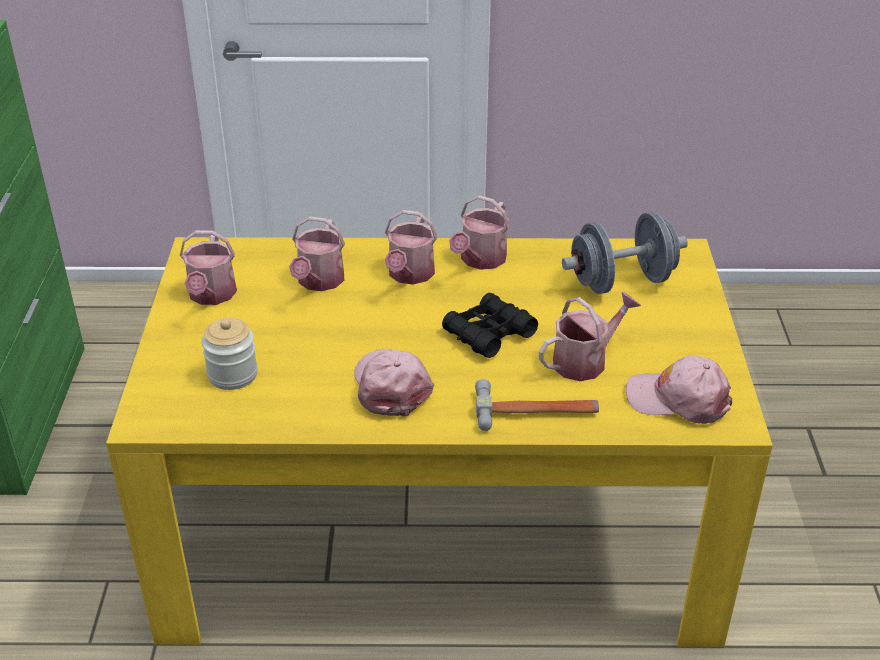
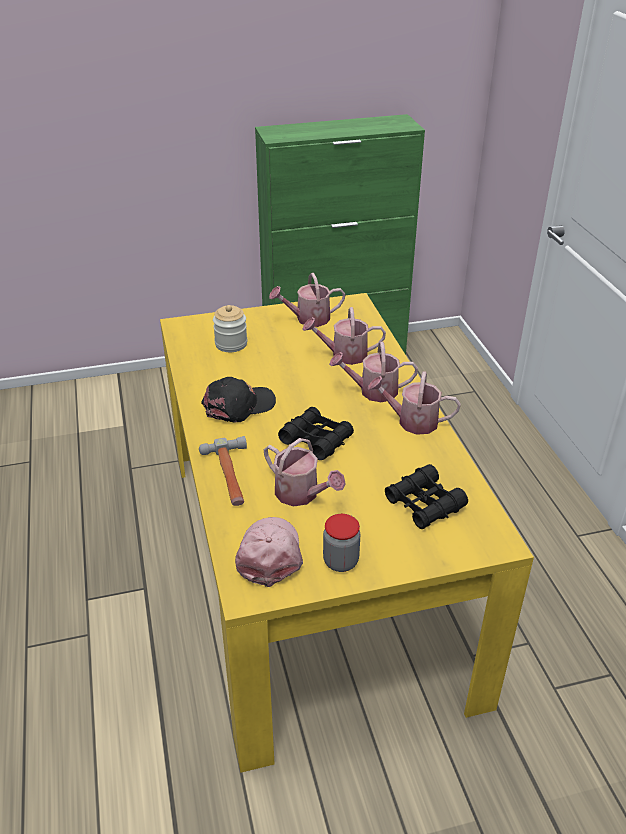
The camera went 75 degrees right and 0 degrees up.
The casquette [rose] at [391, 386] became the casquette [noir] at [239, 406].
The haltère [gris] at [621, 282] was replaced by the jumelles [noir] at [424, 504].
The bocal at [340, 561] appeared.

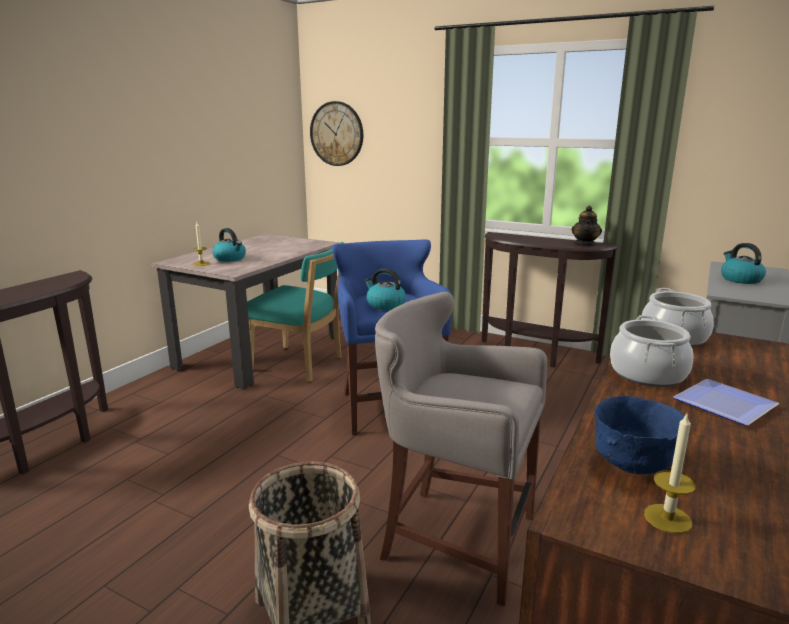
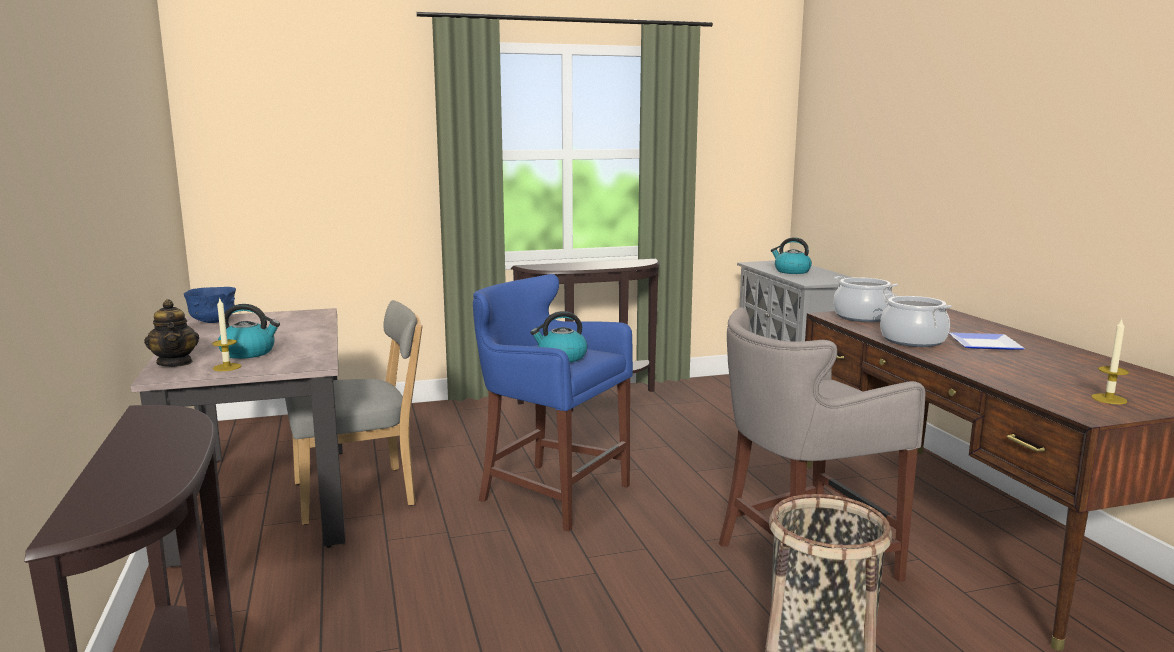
The camera went 45 degrees left and 5 degrees down.
The chaise [turquoise] at [300, 365] became the chaise [gris] at [361, 493].
The horloge murale at [337, 134] disappeared.
The théière moved from [585, 244] to [175, 363].
The bol [bleu] moved from [632, 466] to [213, 322].

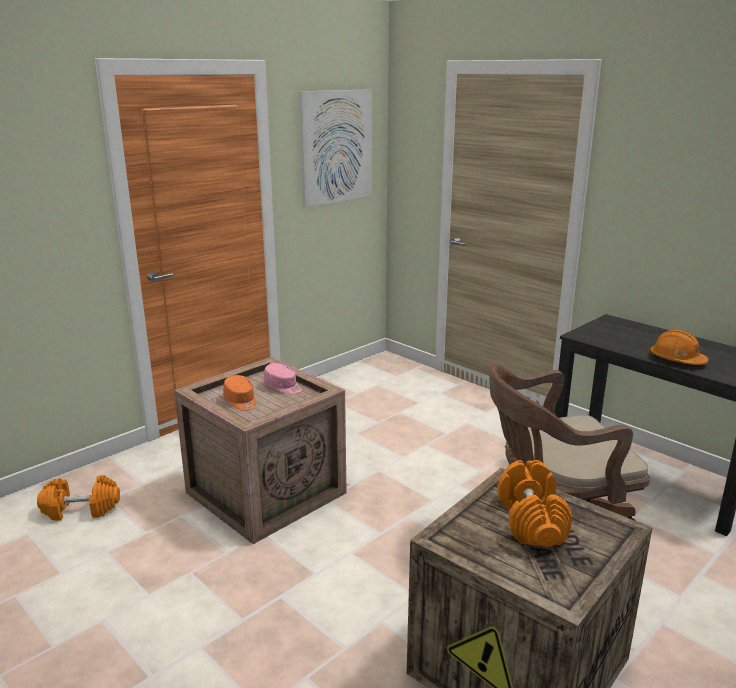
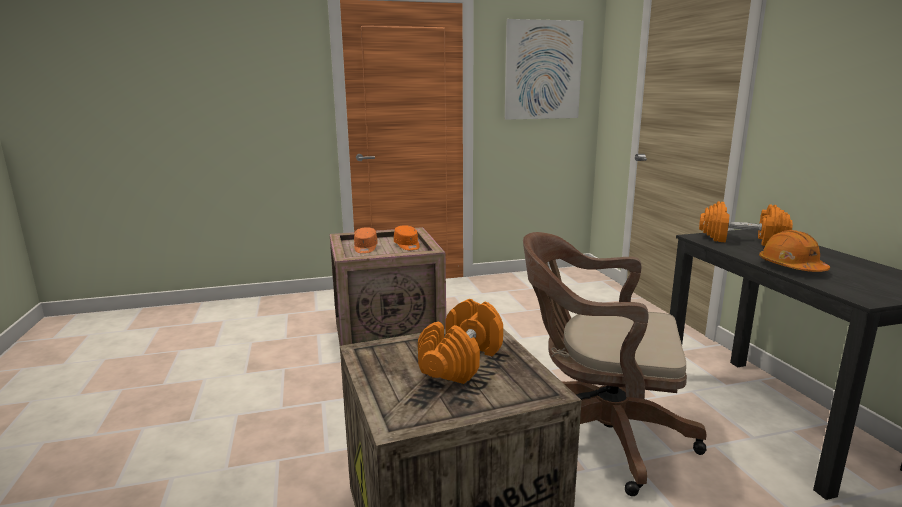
The camera went 30 degrees right and 5 degrees down.
The haltère [orange] moved from [81, 510] to [741, 240].
The casquette [rose] at [283, 387] became the casquette [orange] at [407, 245].

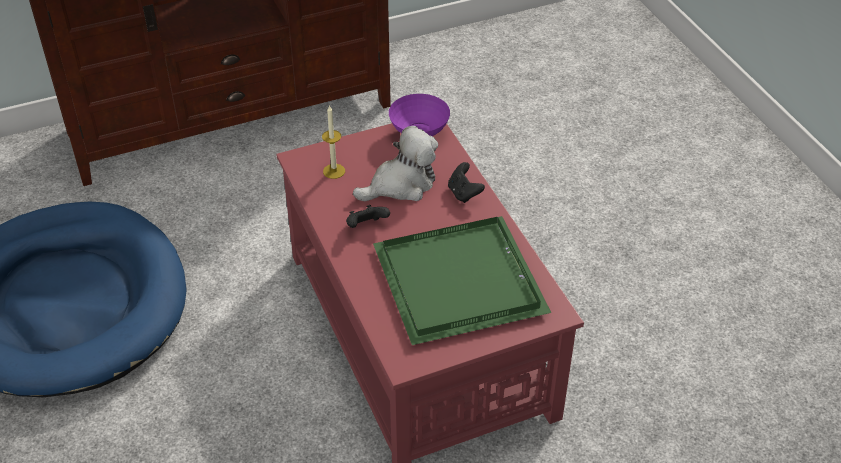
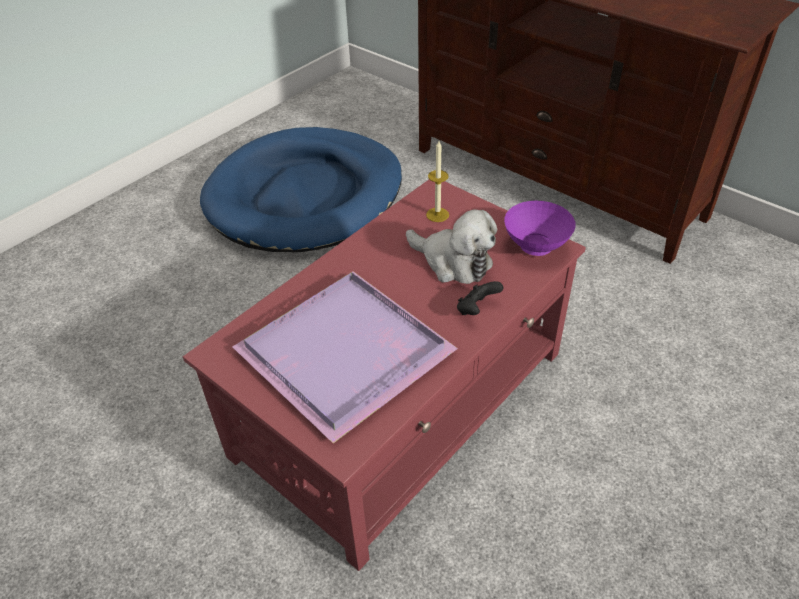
The camera went 65 degrees right and 0 degrees up.
The manette [noir] at [366, 226] disappeared.
The plateau [vert] at [462, 283] became the plateau [violet] at [344, 356].

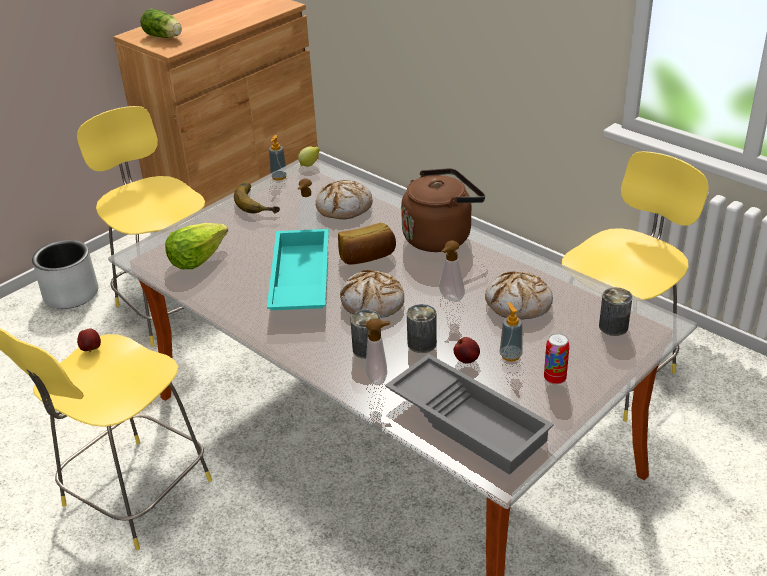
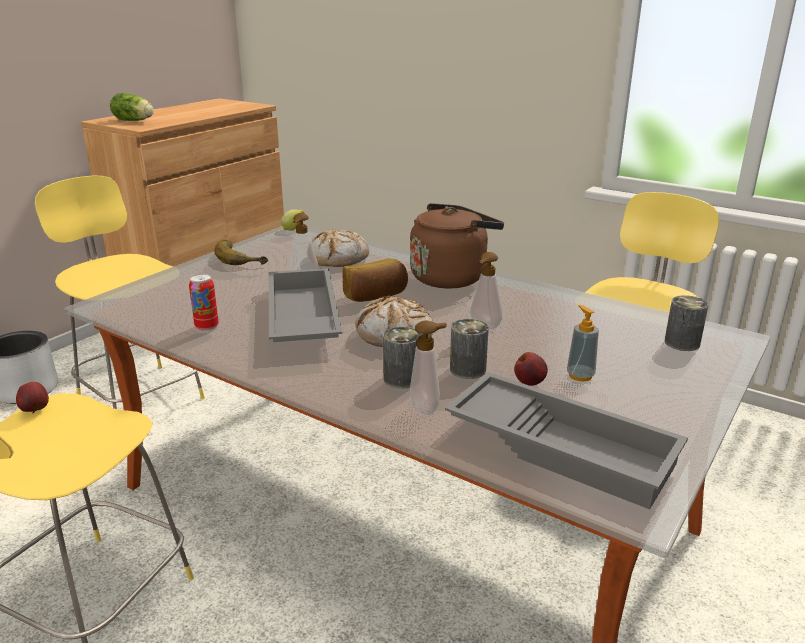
The camera went 10 degrees left and 10 degrees down.
The laitue at [197, 258] disappeared.
The plateau [turquoise] at [298, 280] became the plateau [gris] at [300, 318].
The distributeur de savon at [279, 177] disappeared.
The pain at [519, 304] disappeared.
The boîte métallique moved from [554, 379] to [207, 327].

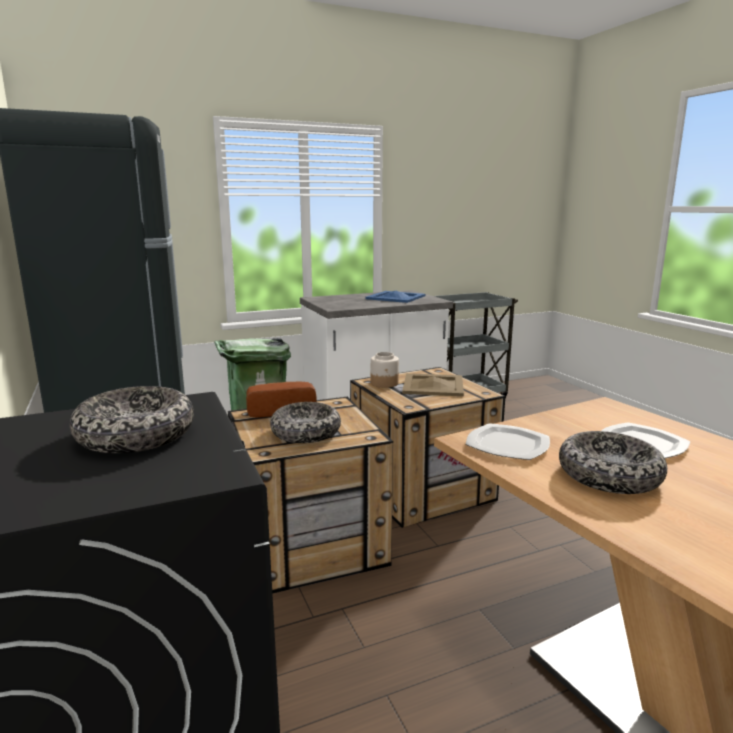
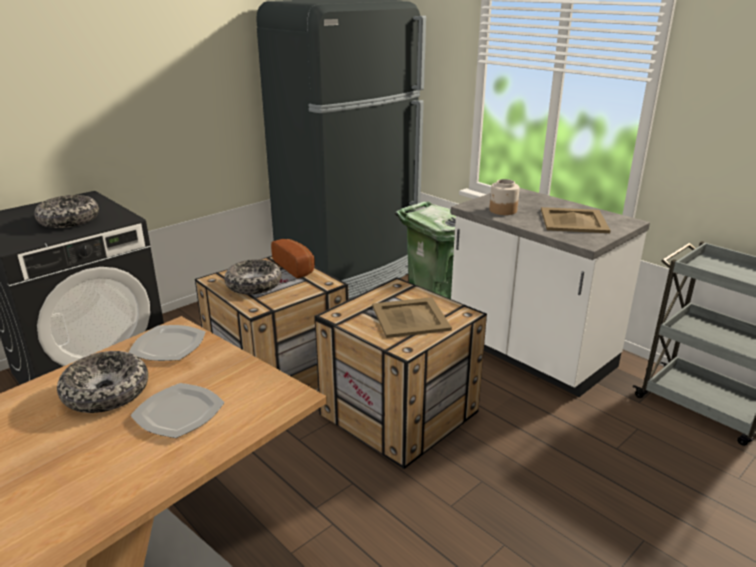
The camera went 70 degrees right and 10 degrees up.
The plateau [bleu] at [395, 297] became the plateau [beige] at [574, 221].
The bocal moved from [384, 383] to [503, 210].

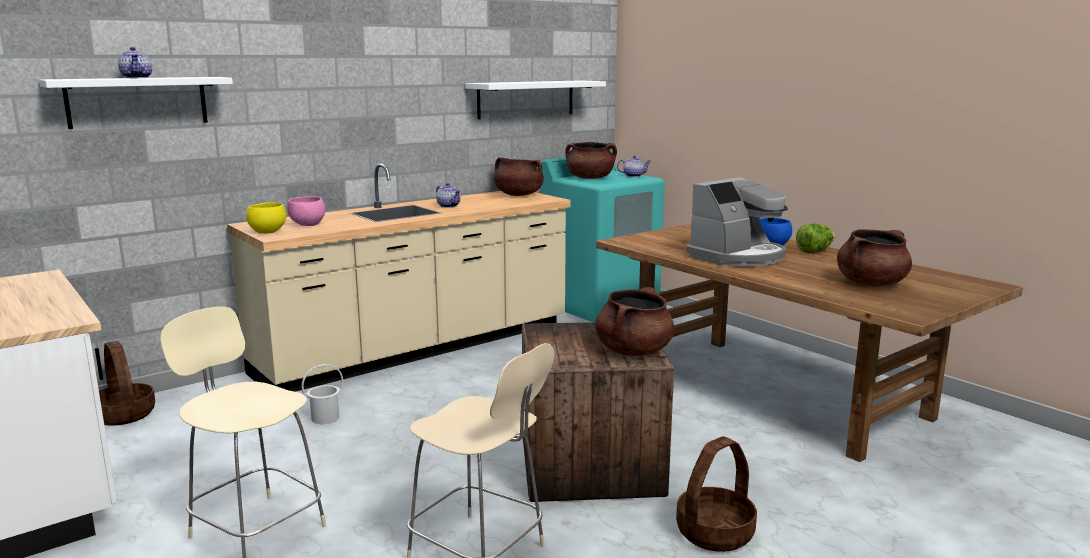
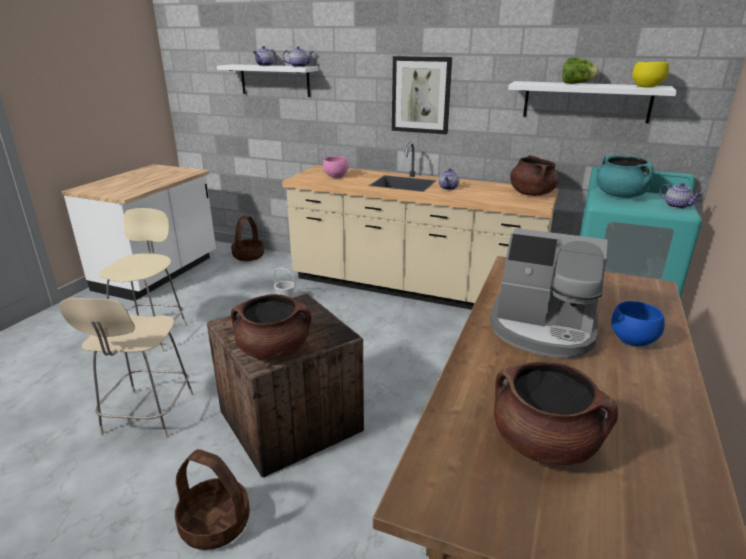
The camera went 60 degrees right and 10 degrees up.
The bol [jaune] moved from [266, 232] to [646, 87].
The marmite [marron] at [590, 178] became the marmite [turquoise] at [620, 196].
The laitue moved from [815, 251] to [577, 83].
The théière at [299, 66] appeared.
The tableau at [421, 95] appeared.

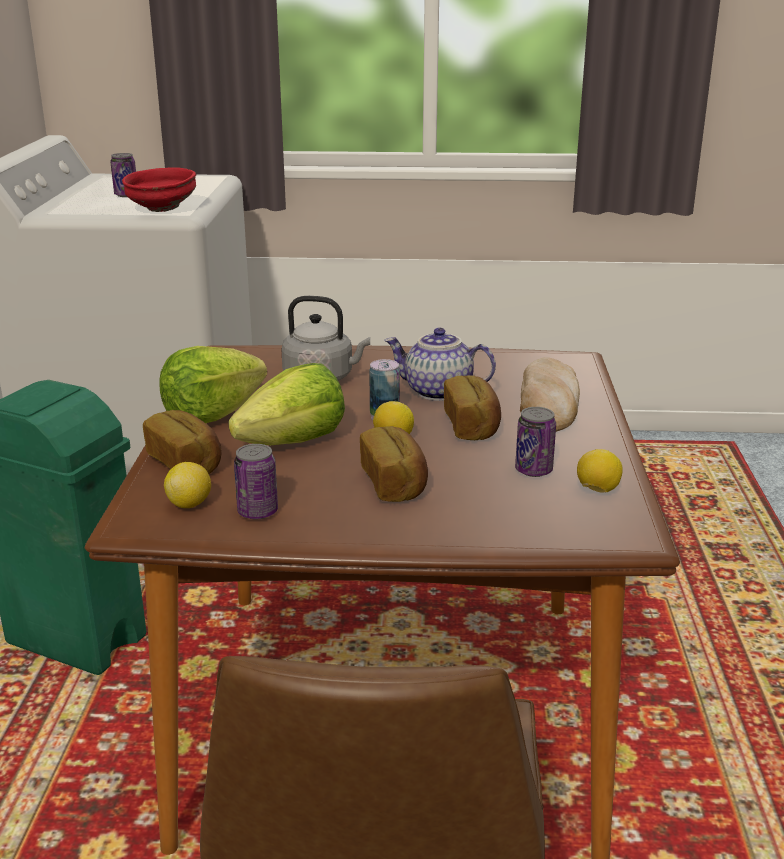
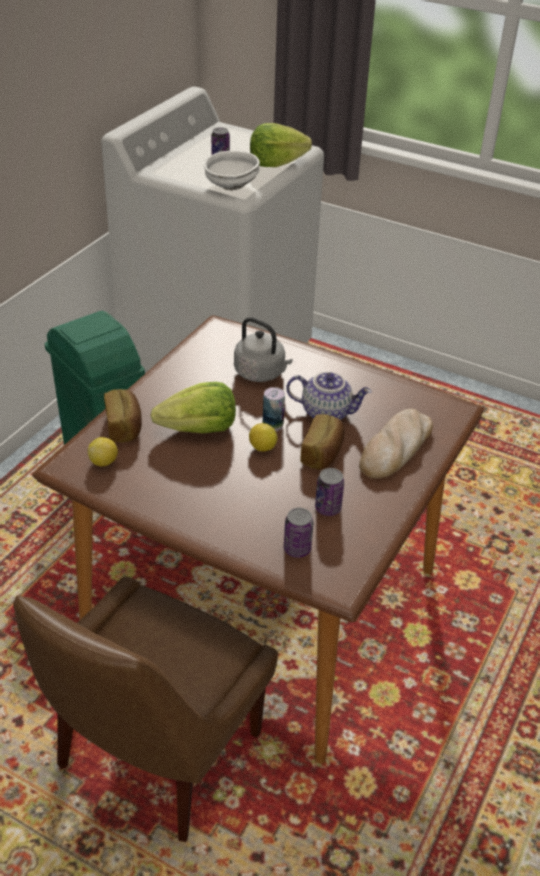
The camera went 25 degrees right and 15 degrees up.
The bol [rouge] at [161, 209] became the bol [blanc] at [230, 186].
The laitue moved from [212, 415] to [276, 163].
The boîte métallique moved from [257, 512] to [297, 549].
The pain at [395, 483] disappeared.
The théière at [437, 392] turned 150 degrees clockwise.
The citron at [597, 490] disappeared.

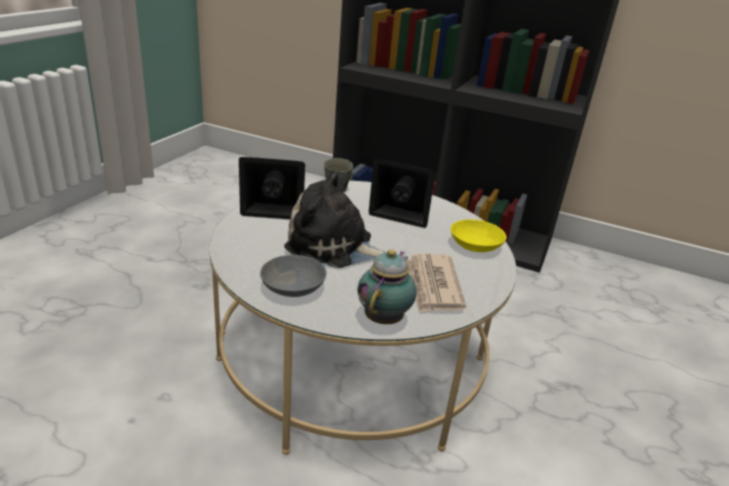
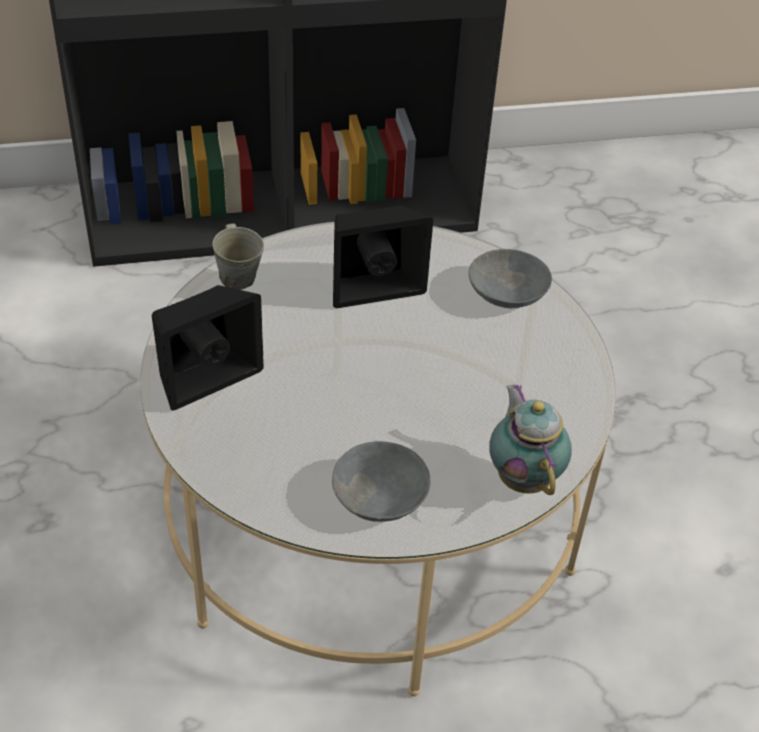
The camera went 35 degrees left and 15 degrees up.
The peluche at [334, 246] disappeared.
The journal at [432, 286] disappeared.
The bol [jaune] at [476, 245] became the bol [gris] at [508, 291].

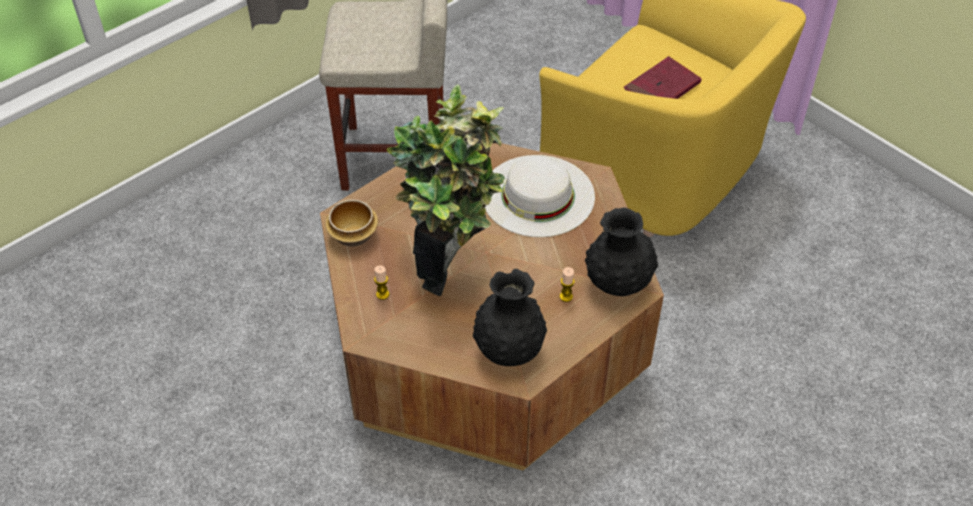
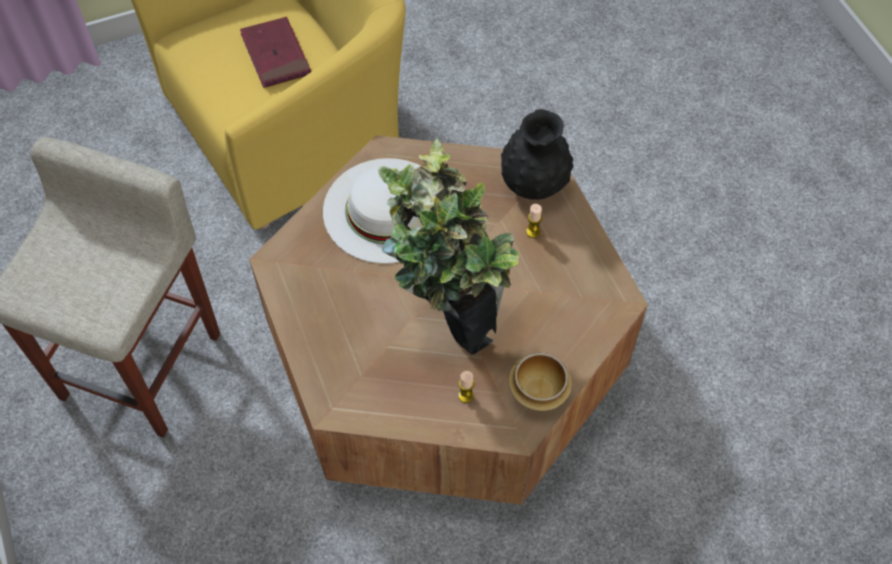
The camera went 70 degrees left and 10 degrees up.
The bol moved from [354, 235] to [537, 390].
The vase [noir] at [509, 350] disappeared.

